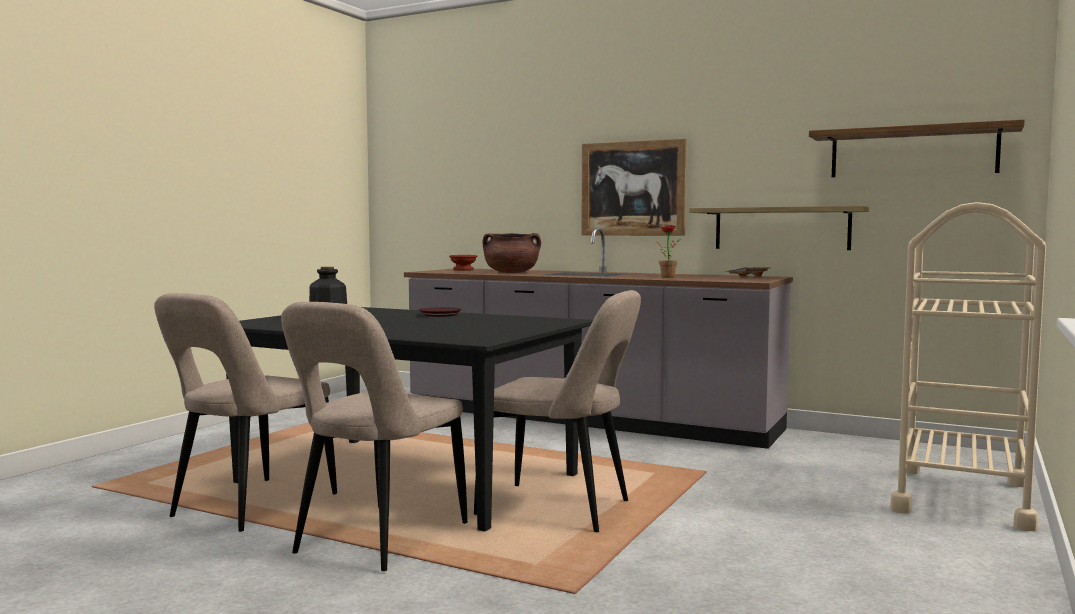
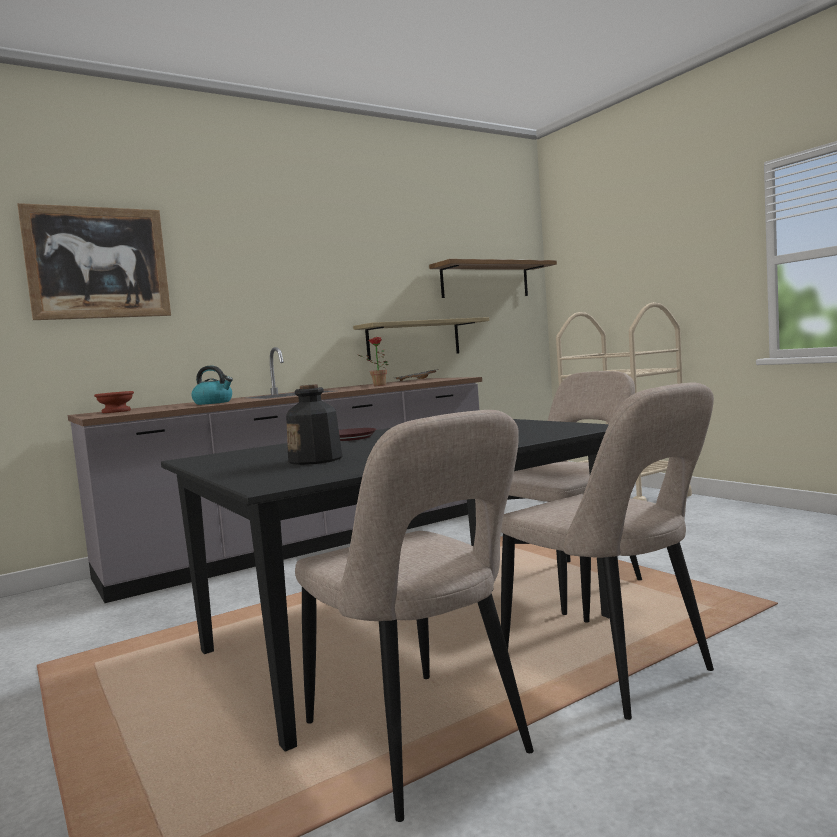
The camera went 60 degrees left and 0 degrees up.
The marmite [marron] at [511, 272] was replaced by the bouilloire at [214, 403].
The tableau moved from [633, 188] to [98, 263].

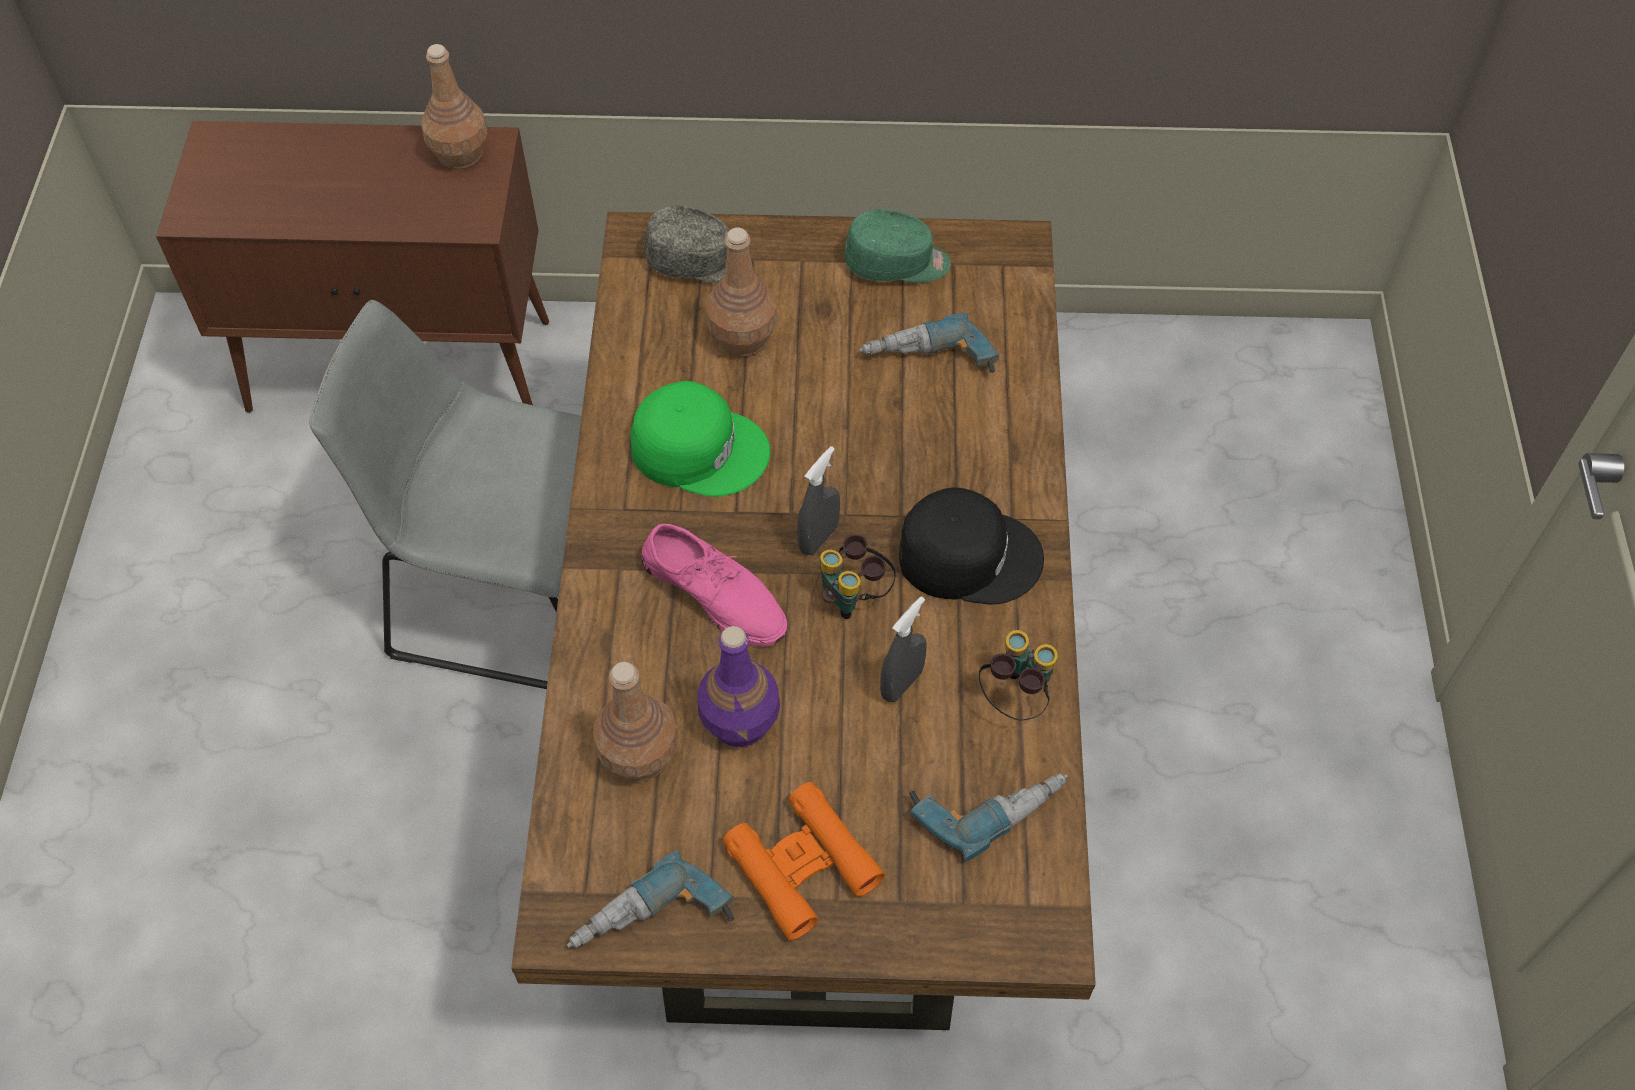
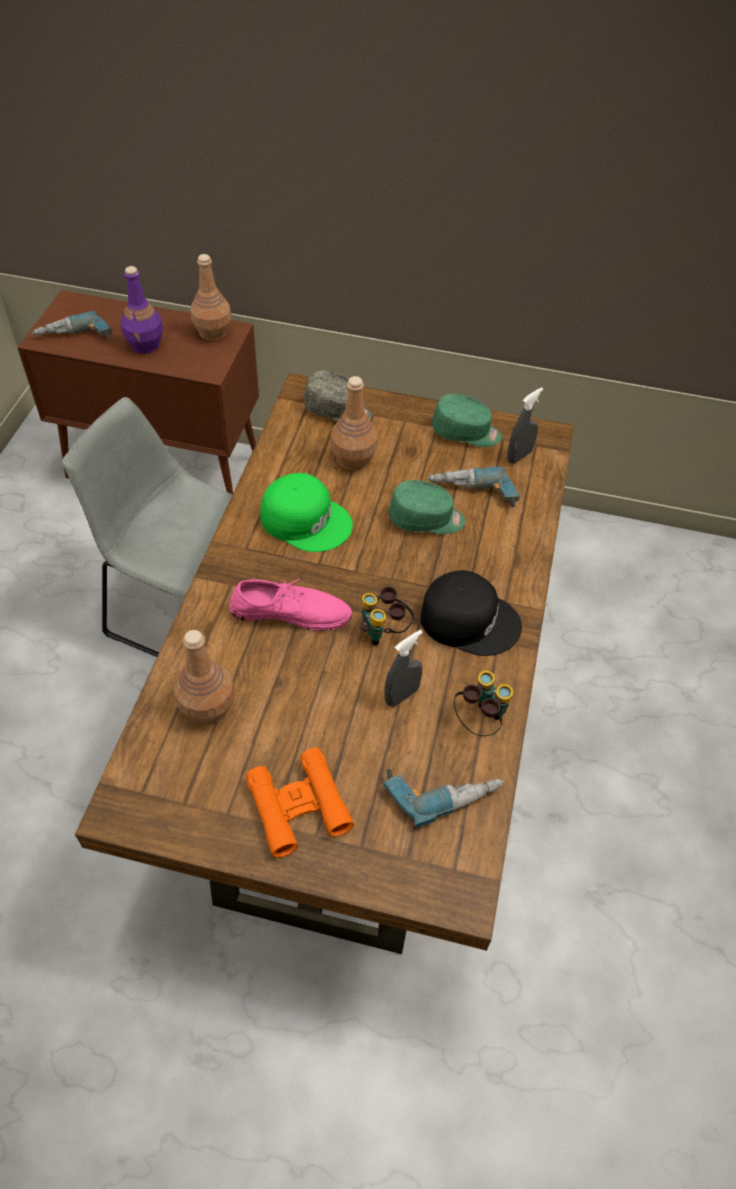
The camera went 10 degrees right and 5 degrees down.
The perceuse moved from [653, 929] to [74, 339].
The chaussure [rose] at [715, 592] turned 45 degrees counterclockwise.
The bouteille [violet] moved from [741, 721] to [146, 345].
The vaporisateur [gris] moved from [818, 538] to [519, 456].
The casquette [vert] at [426, 519] appeared.

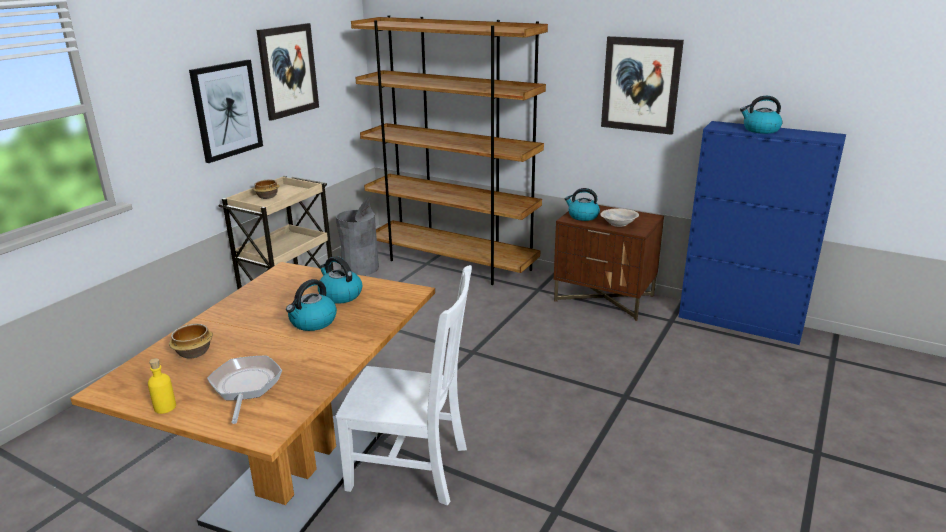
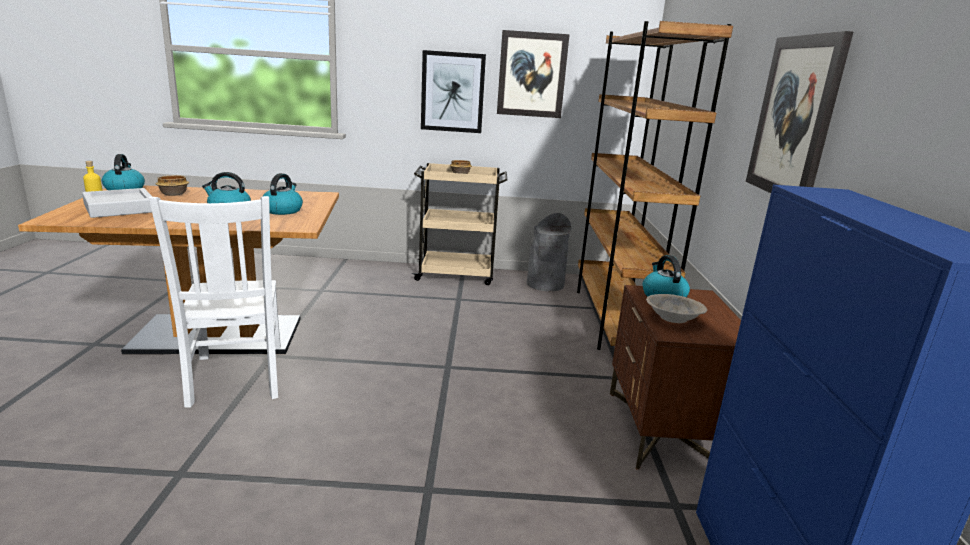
The camera went 60 degrees right and 5 degrees down.
The poêle at [245, 387] was replaced by the plateau [gris] at [120, 208].
The bouilloire moved from [760, 130] to [124, 189].

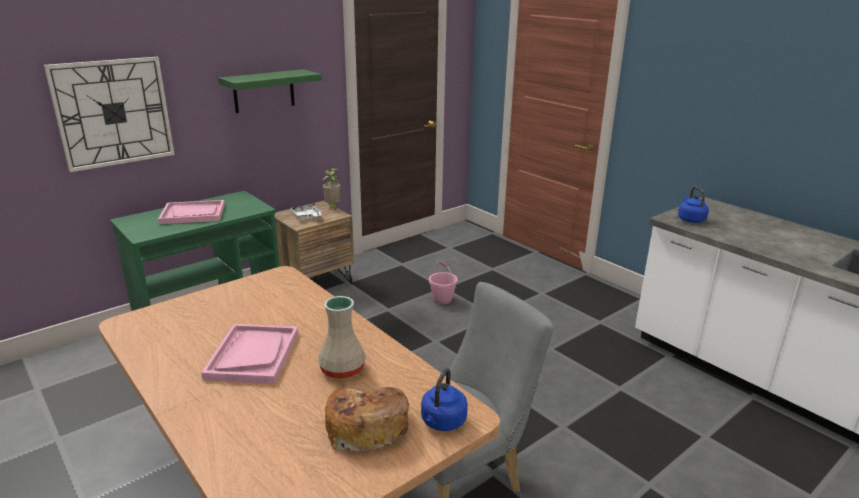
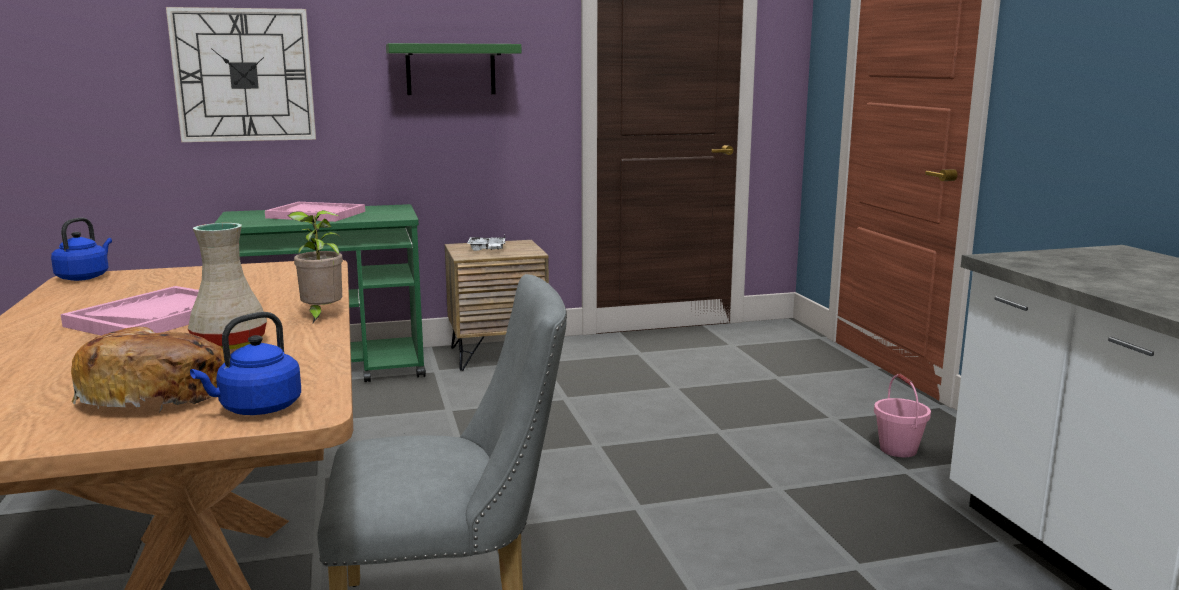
The camera went 25 degrees right and 10 degrees down.
The plante en pot moved from [332, 207] to [321, 316].
The seau [rose] moved from [442, 300] to [898, 450].
The bouilloire [bleu] moved from [690, 219] to [85, 277].

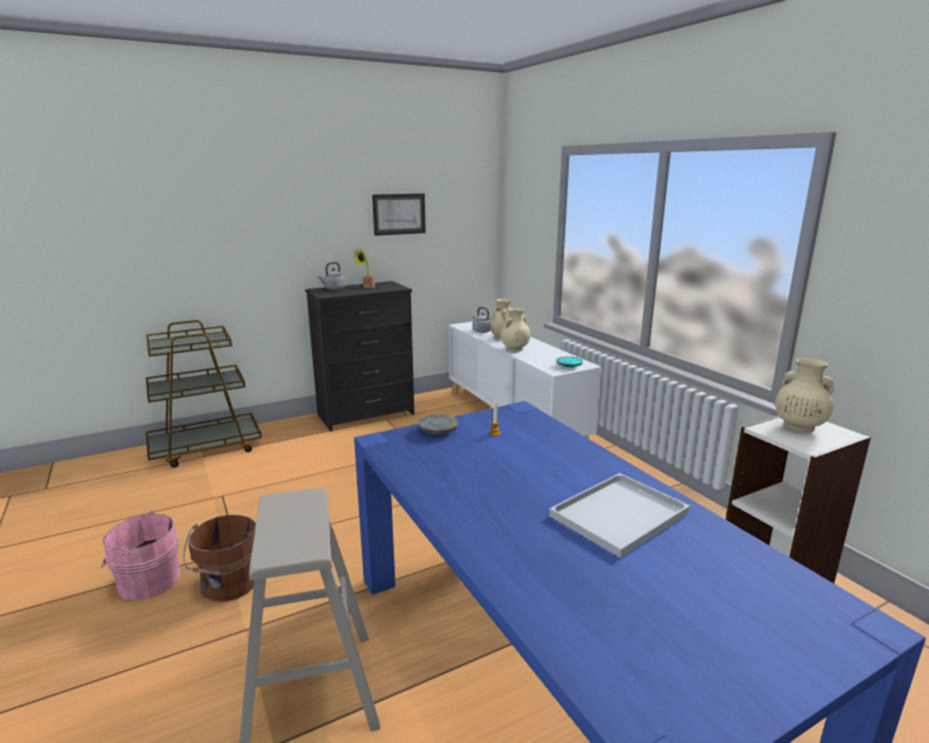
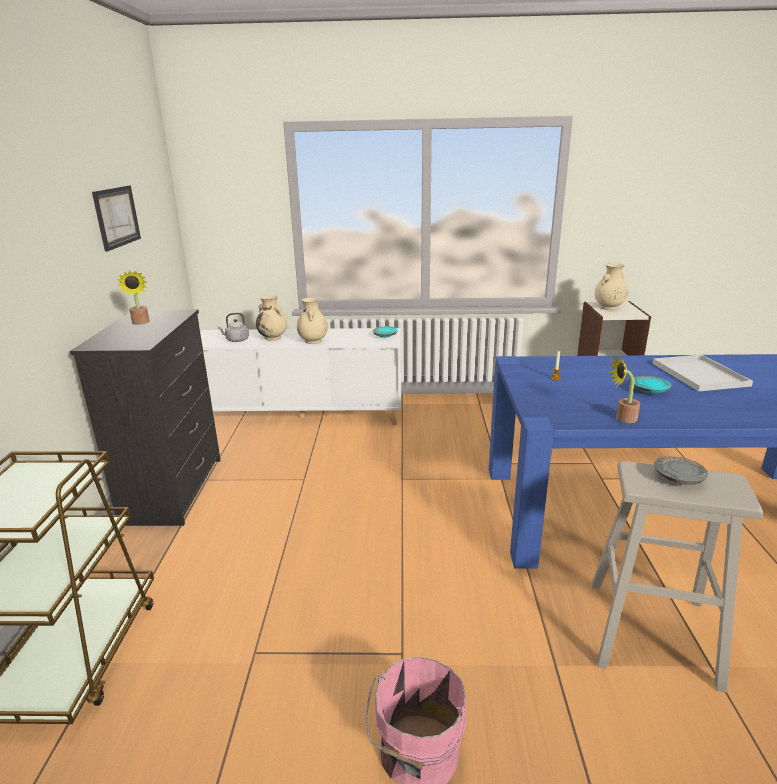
The camera went 60 degrees left and 5 degrees up.
The seau [marron] at [228, 584] disappeared.
The bouilloire [gris] at [333, 289] disappeared.
The assiette [gris] moved from [438, 430] to [678, 477].
The plante en pot at [622, 418] appeared.
The assiette [turquoise] at [649, 390] appeared.

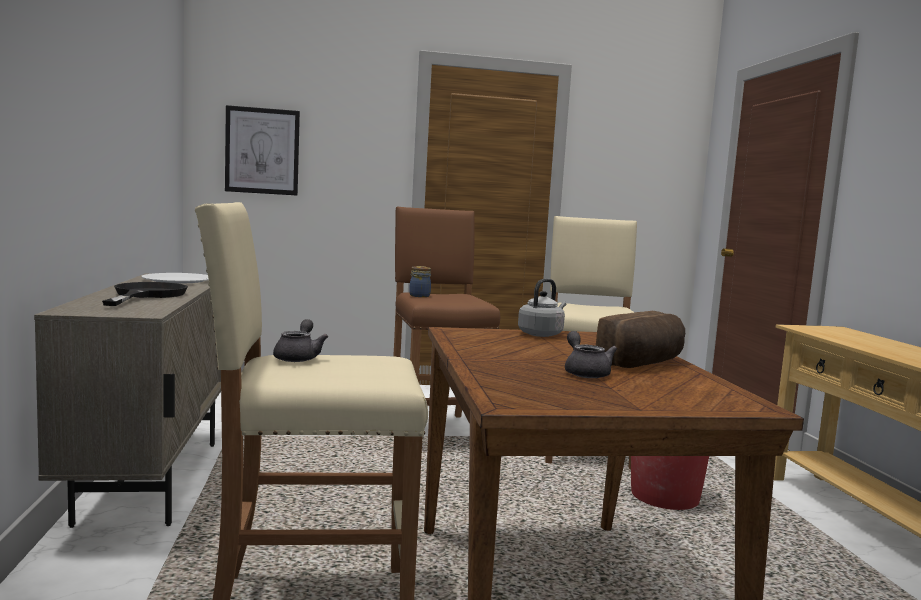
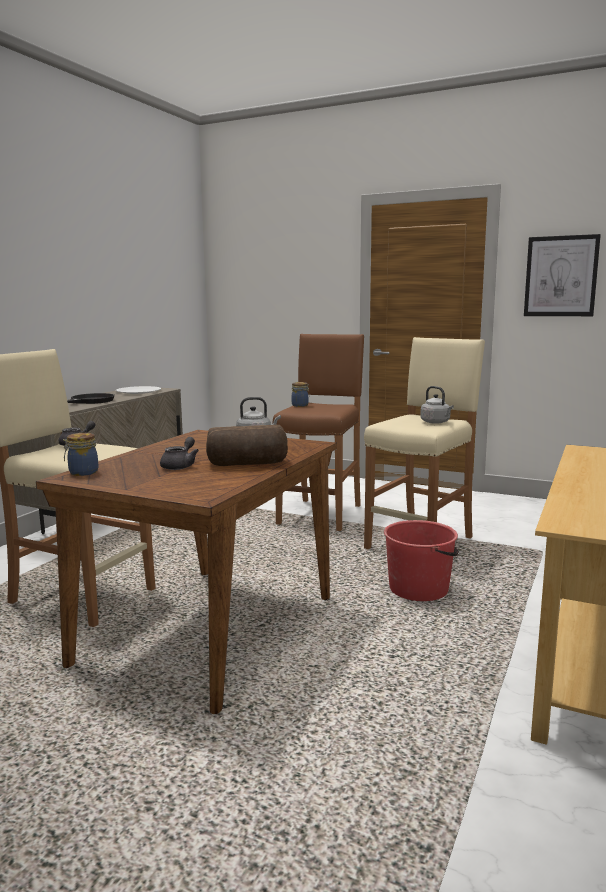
The camera went 35 degrees right and 5 degrees up.
The tableau moved from [262, 151] to [561, 276].
The bocal at [82, 472] appeared.
The bouilloire [gris] at [436, 422] appeared.

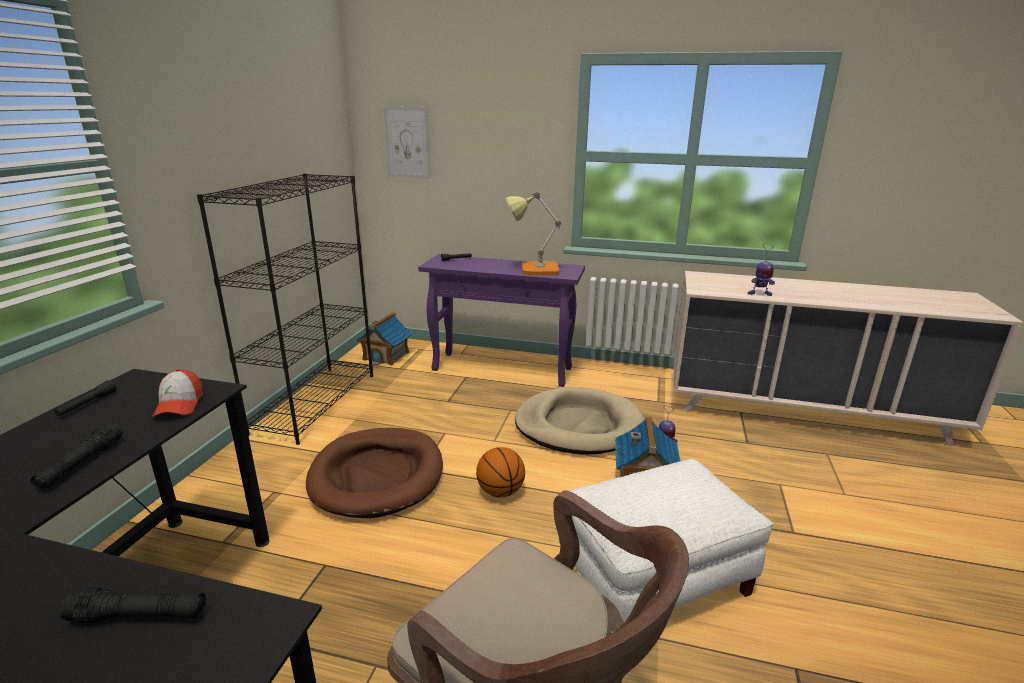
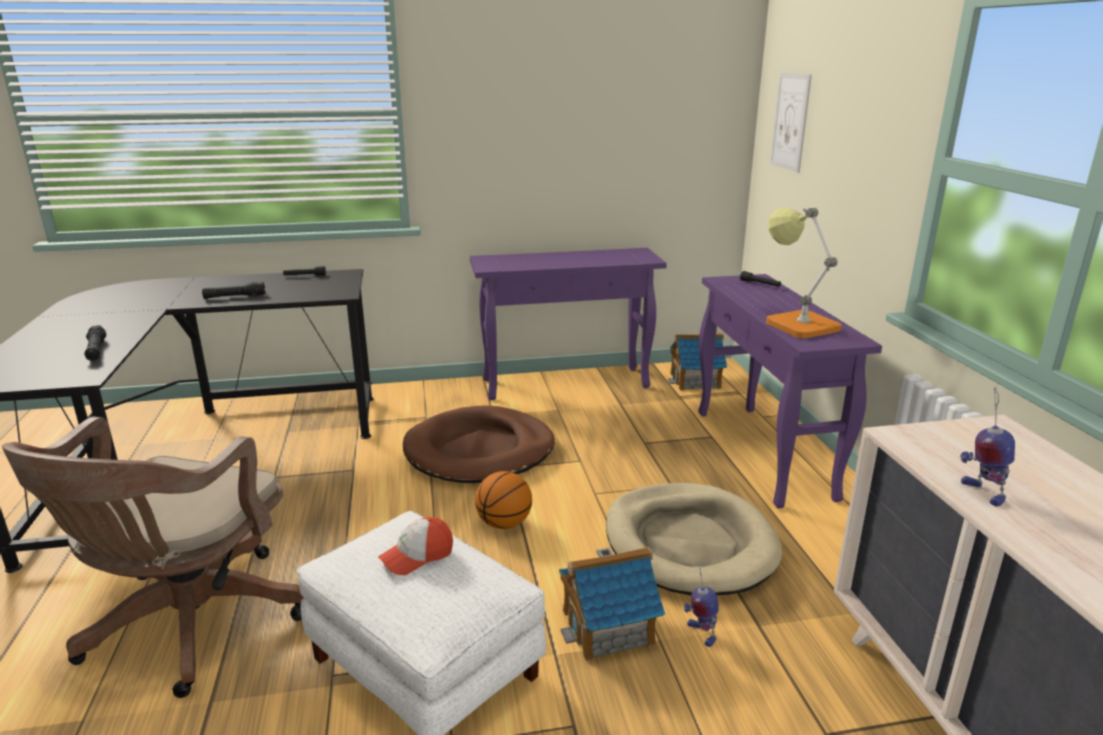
The camera went 65 degrees right and 0 degrees up.
The casquette moved from [179, 405] to [417, 556].
The bibliothèque [noir] at [315, 402] was replaced by the table console [violet] at [566, 383].

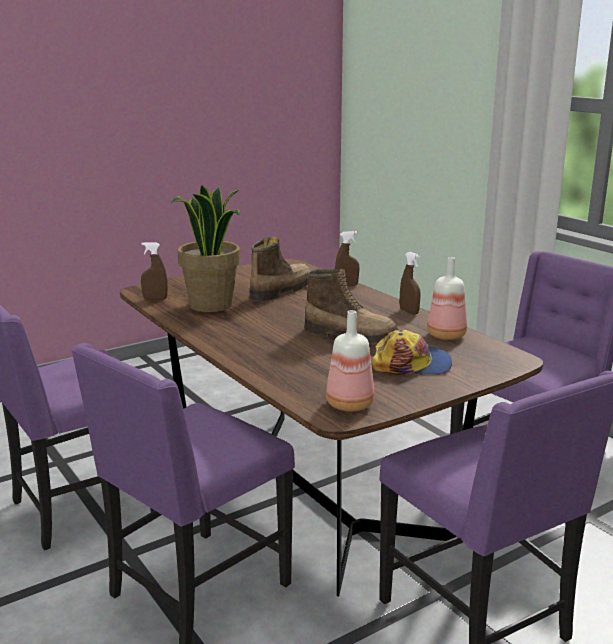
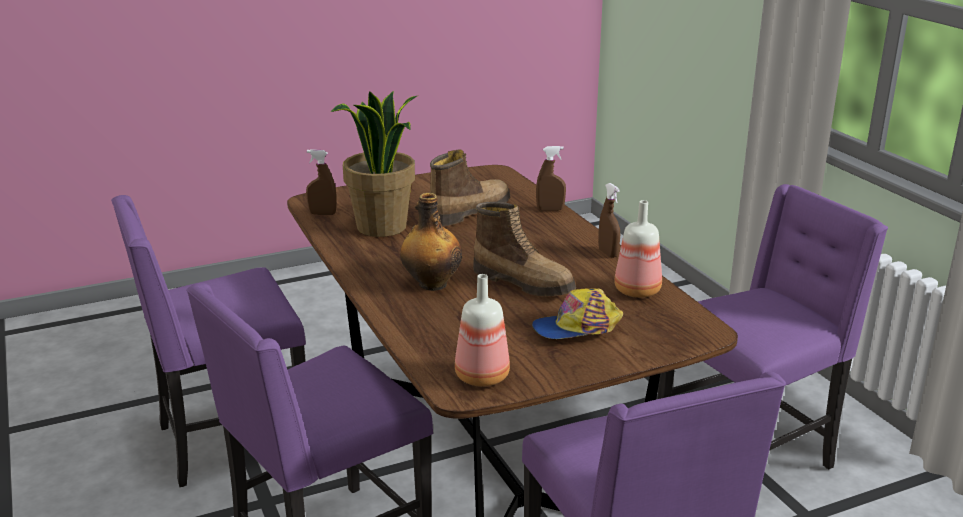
The camera went 10 degrees right and 5 degrees up.
The casquette at [412, 364] turned 150 degrees clockwise.
The bouteille at [431, 284] appeared.

